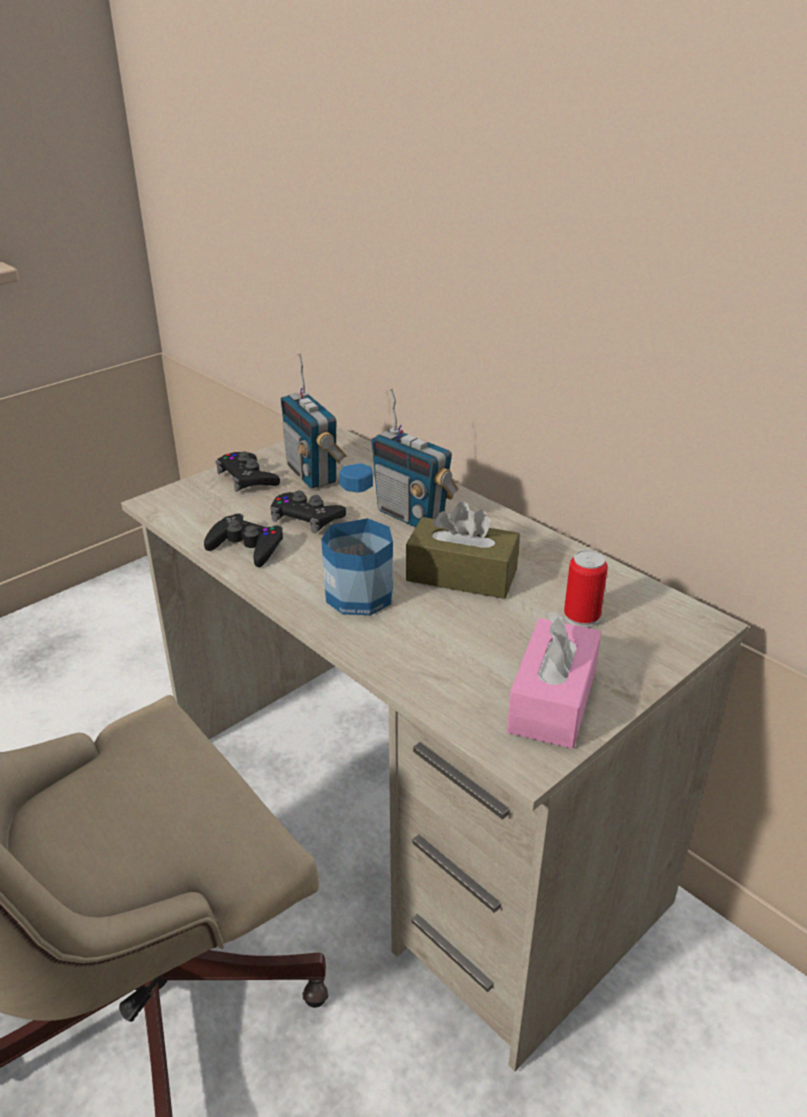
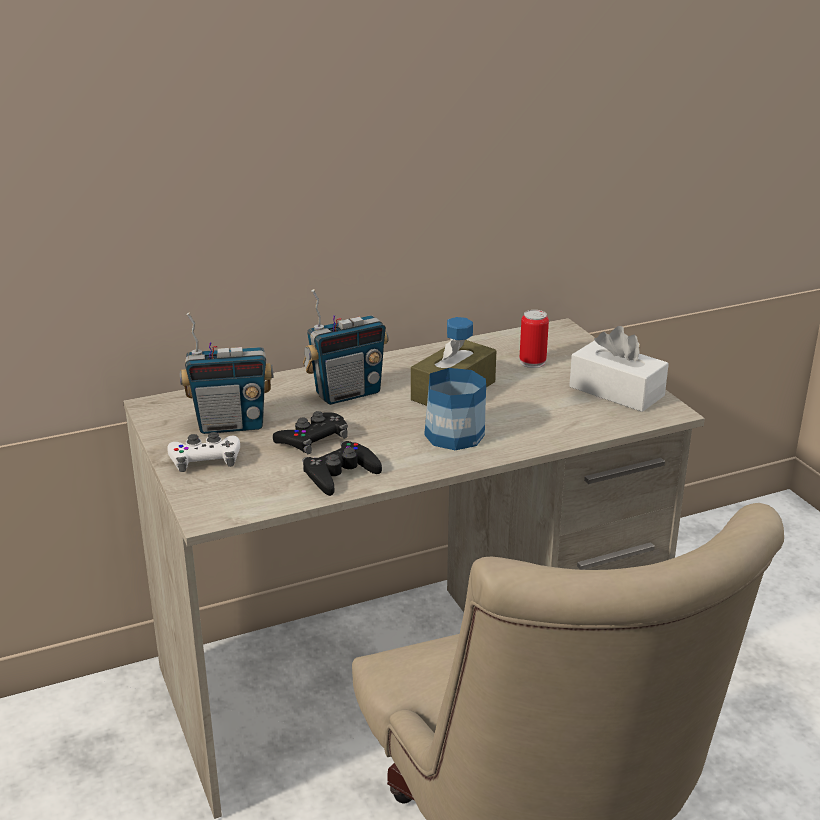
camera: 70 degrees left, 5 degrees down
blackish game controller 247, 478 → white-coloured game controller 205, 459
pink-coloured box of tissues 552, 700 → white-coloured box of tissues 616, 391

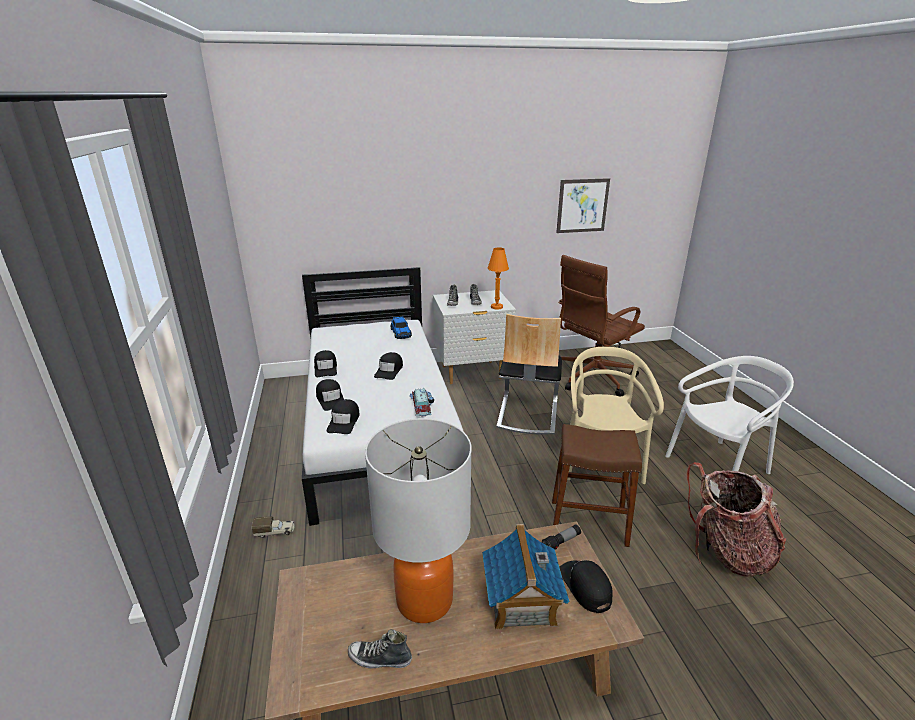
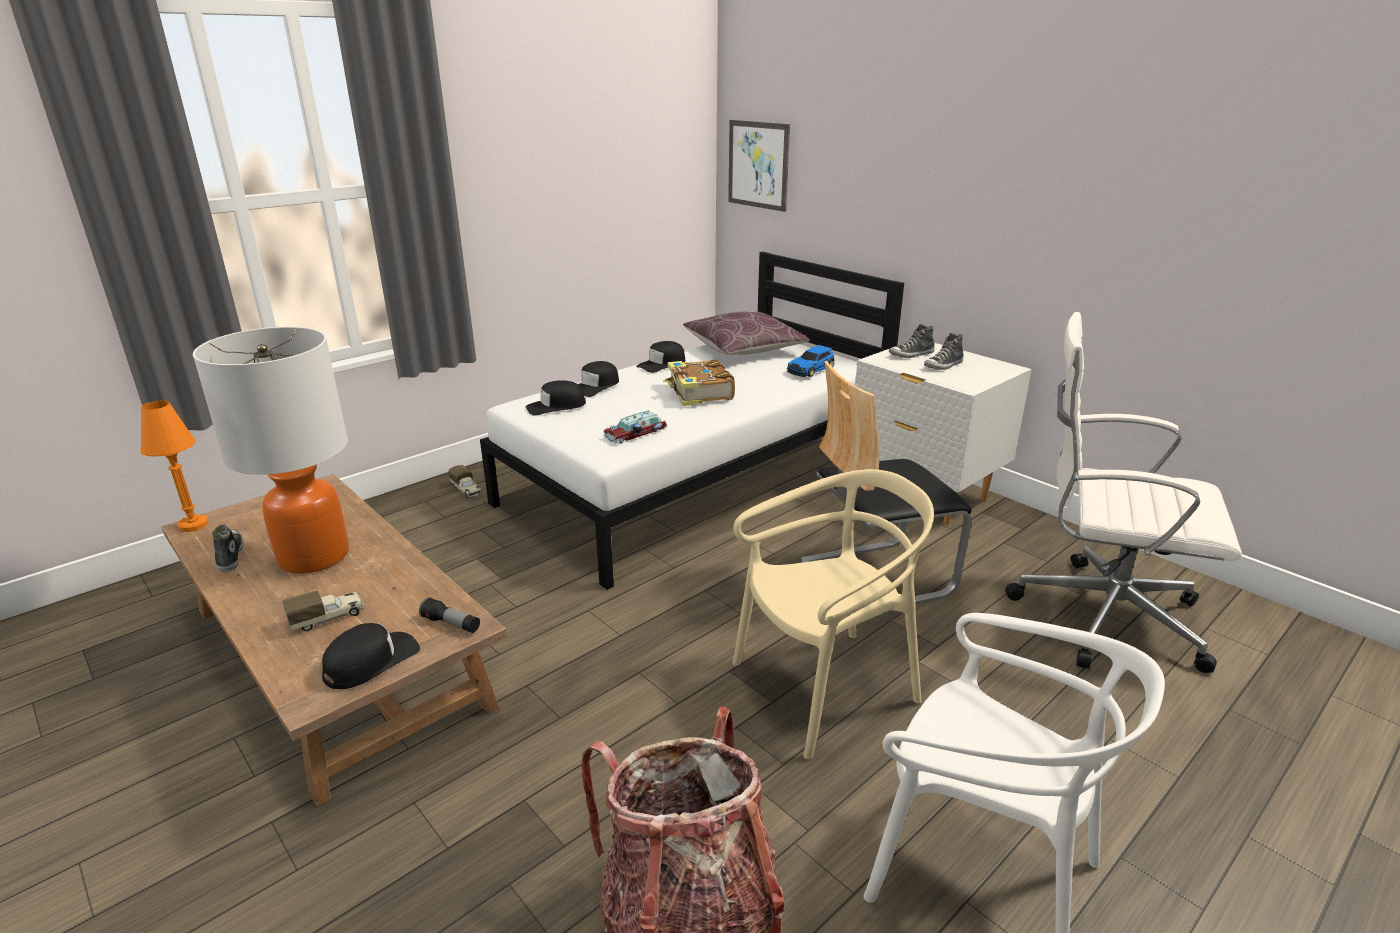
camera: 60 degrees right, 0 degrees up
blackish baseball cap 389, 370 → bound book 699, 393
toy house 521, 602 → model truck 328, 618
orangey tabletop lamp 496, 307 → orangey tabletop lamp 193, 525, moved
brown sitting stool 588, 522 → -
picture 582, 206 → picture 758, 165, moved
brown desk chair 592, 378 → white-coloured desk chair 1101, 615
- → brown throw pillow 743, 349

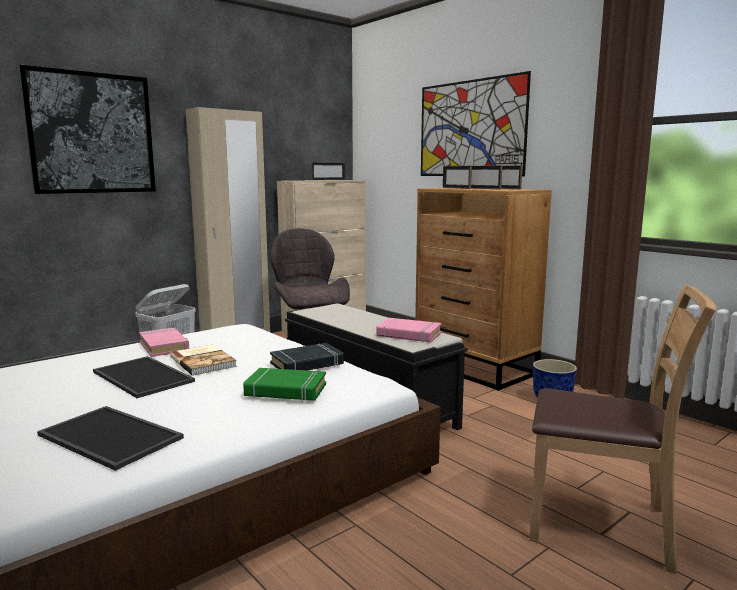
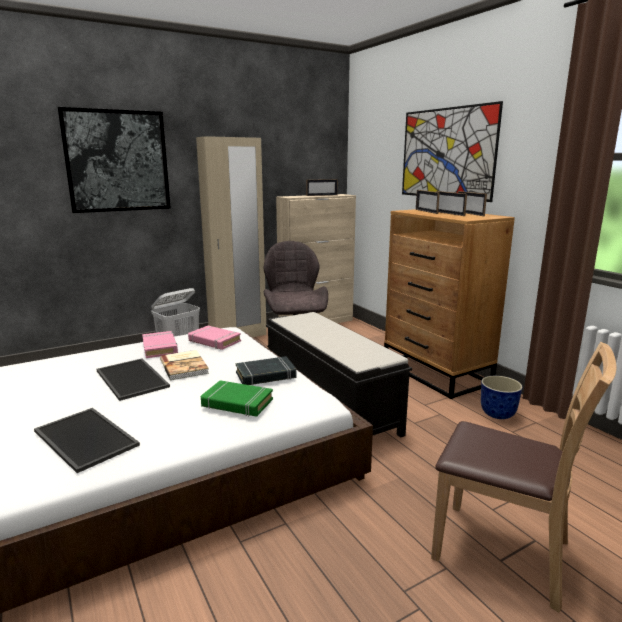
camera: 10 degrees right, 5 degrees up
pink-coloured bound book 408, 335 → pink-coloured bound book 214, 341, moved

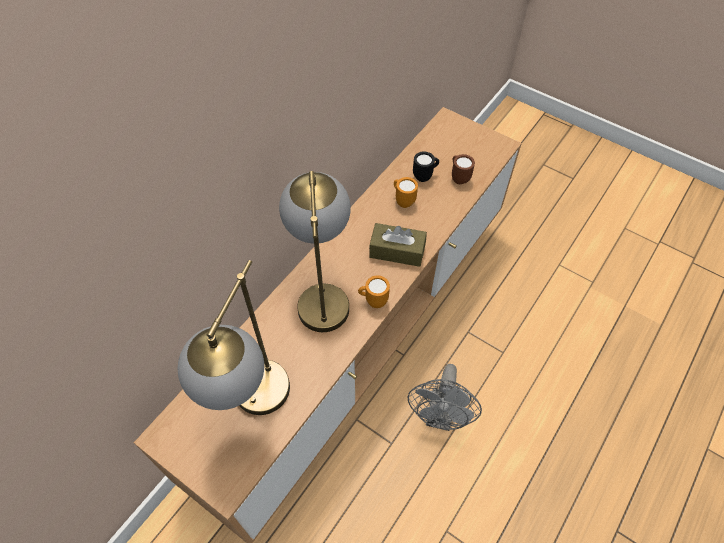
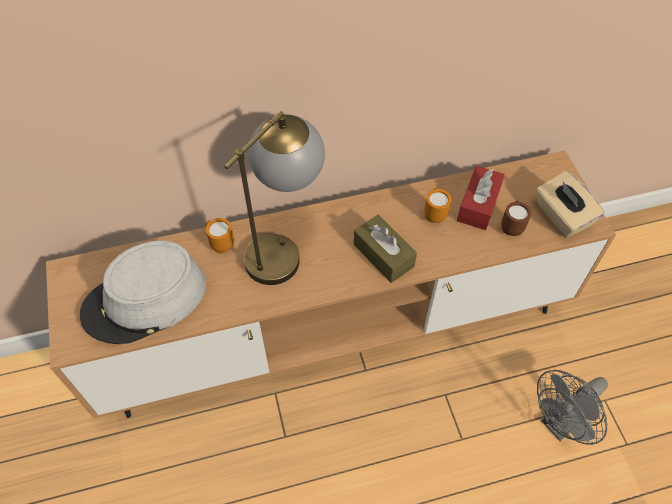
camera: 40 degrees right, 0 degrees up
tabletop lamp 254, 408 → gray hat 145, 300
orangey tea mug 373, 301 → orangey tea mug 220, 244, moved
gray cooling fan 440, 417 → gray cooling fan 560, 424, moved
blackish tea mug 425, 176 → reddish box of tissues 478, 205
- → beige box of tissues 561, 216

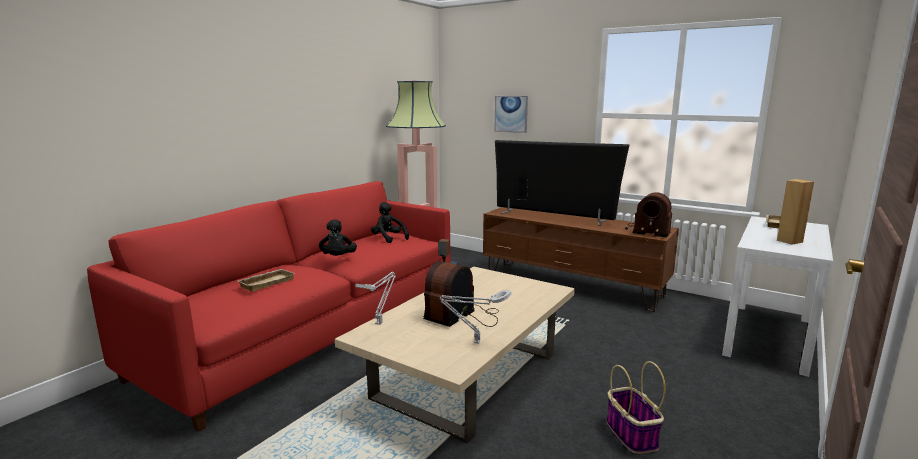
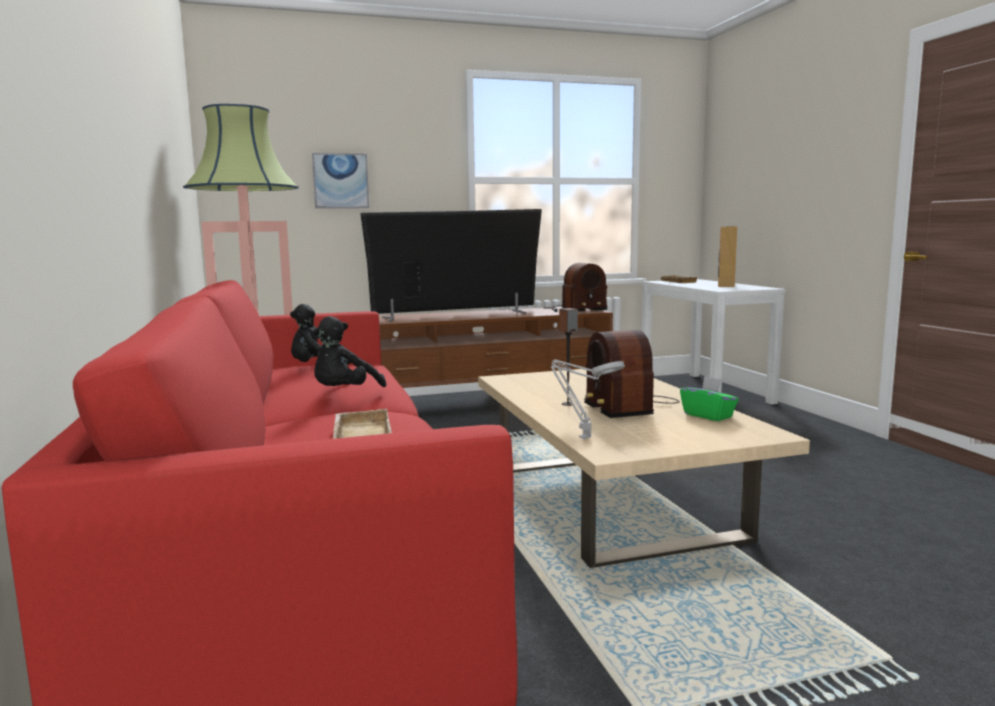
camera: 50 degrees left, 5 degrees down
blackish cuddly toy 338, 258 → blackish cuddly toy 344, 394, 90 degrees clockwise
gray tabletop lamp 474, 342 → green-coloured box of tissues 708, 415
household basket 630, 433 → -

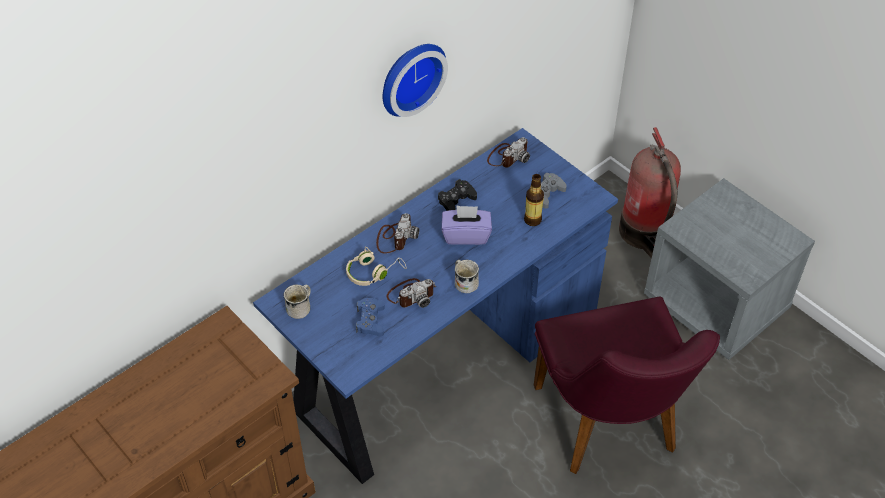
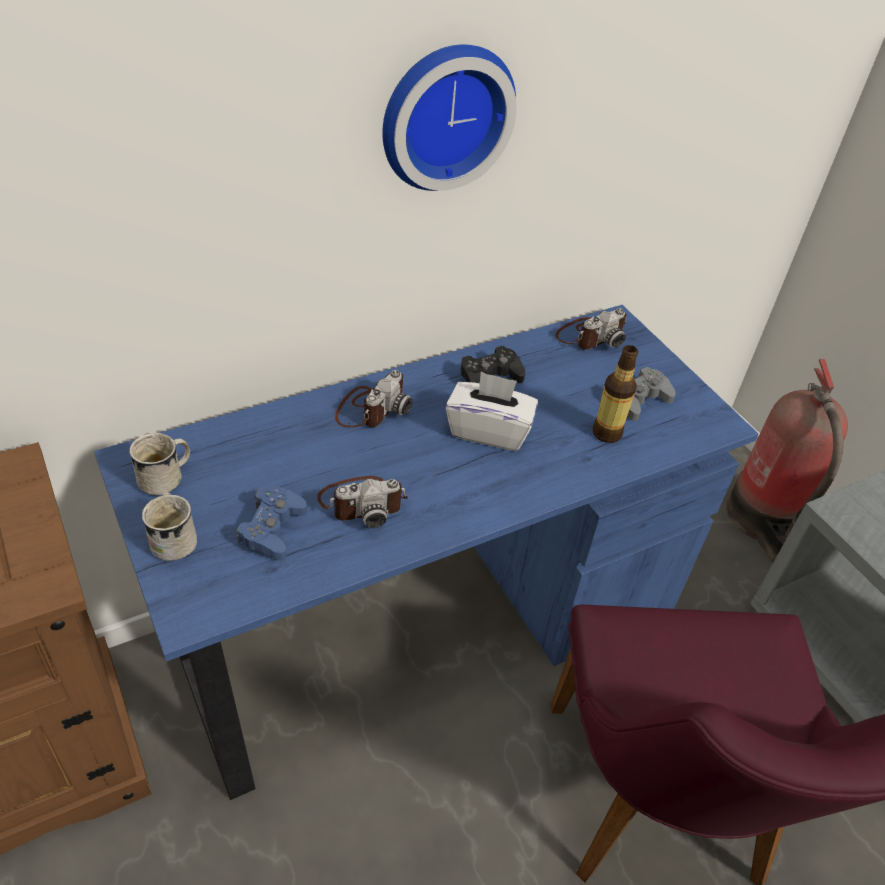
camera: 10 degrees right, 5 degrees down
beige headphones 373, 272 → -
purple-coloured box of tissues 466, 235 → white-coloured box of tissues 488, 430
white-coloured tea mug 464, 282 → white-coloured tea mug 174, 538, moved

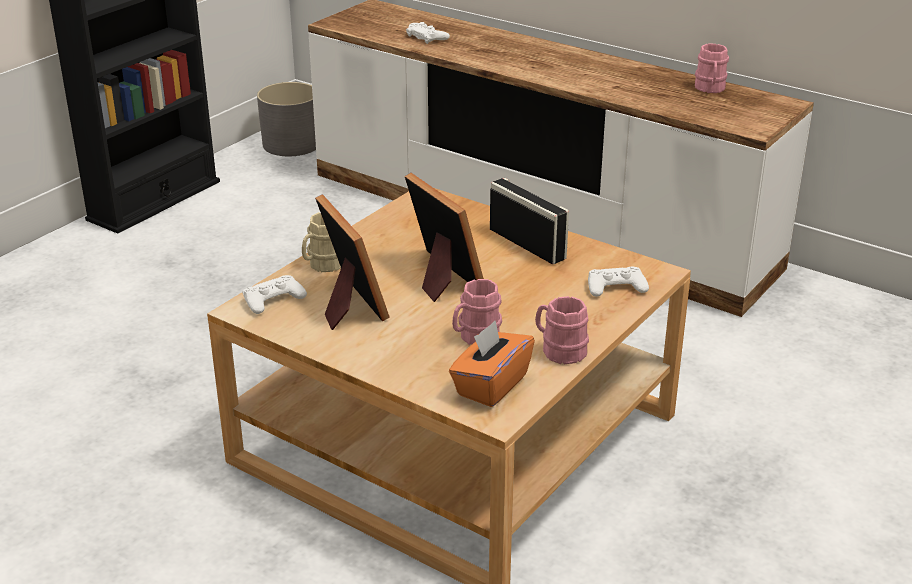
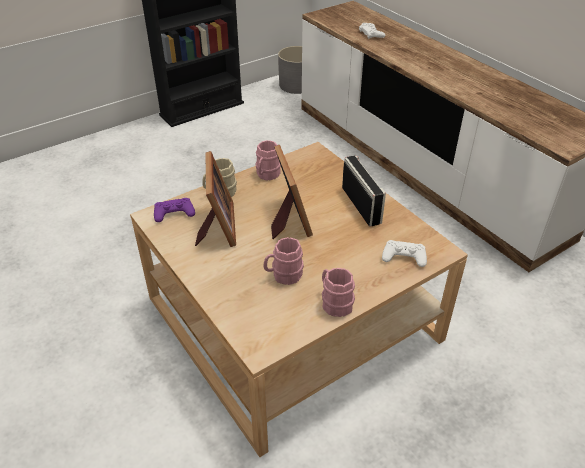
camera: 20 degrees right, 10 degrees up
white-coloured game controller 273, 300 → purple-coloured game controller 174, 213
orangey box of tissues 491, 385 → -
pink-coloured tea mug 710, 89 → pink-coloured tea mug 266, 175, moved

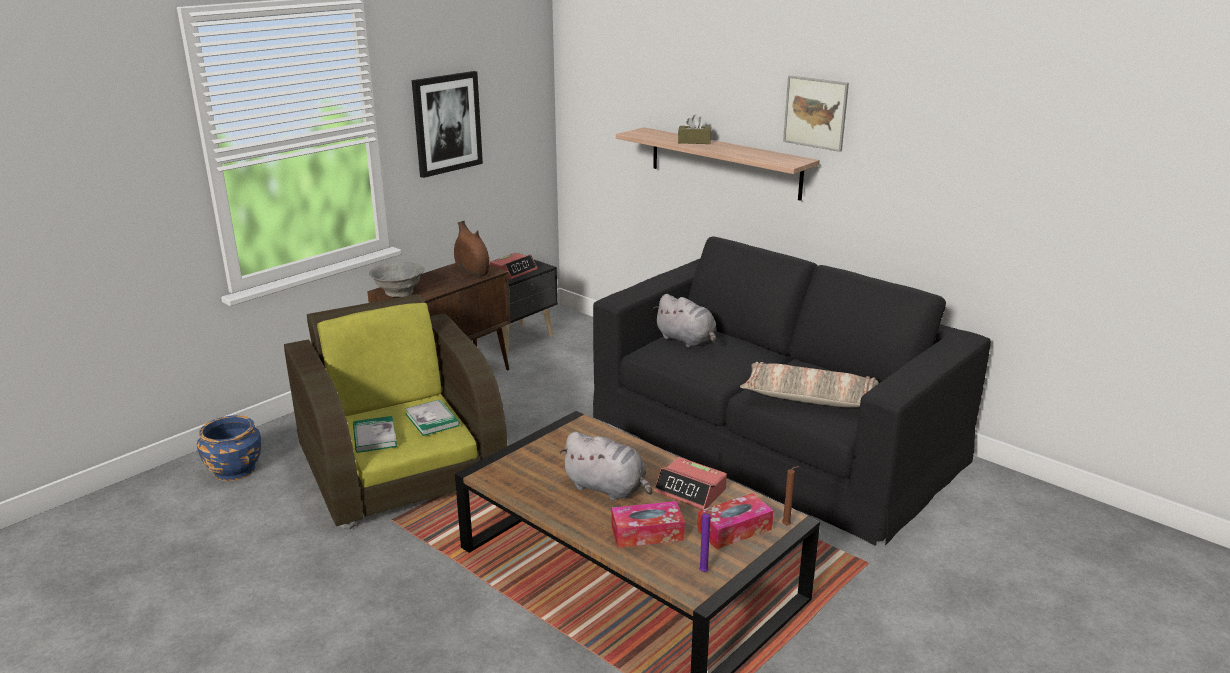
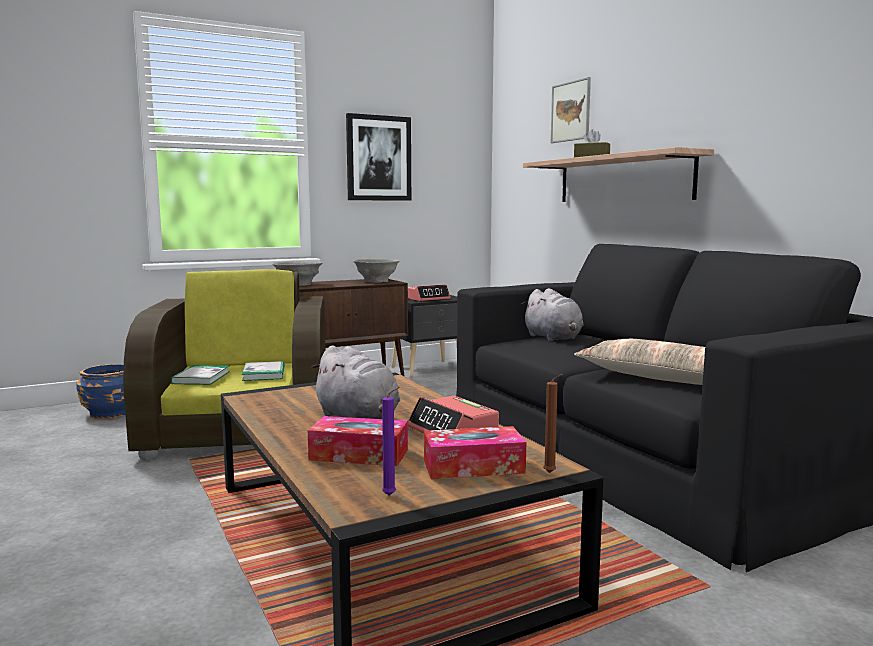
camera: 20 degrees right, 15 degrees down
brown flower vase 472, 271 → gray bowl 376, 281
picture 815, 113 → picture 570, 111, moved

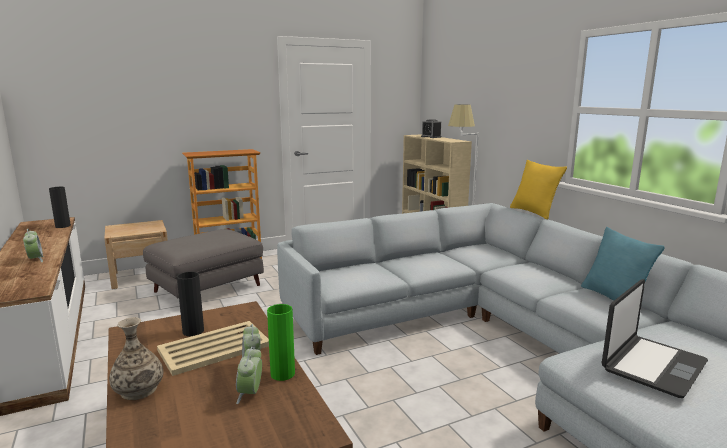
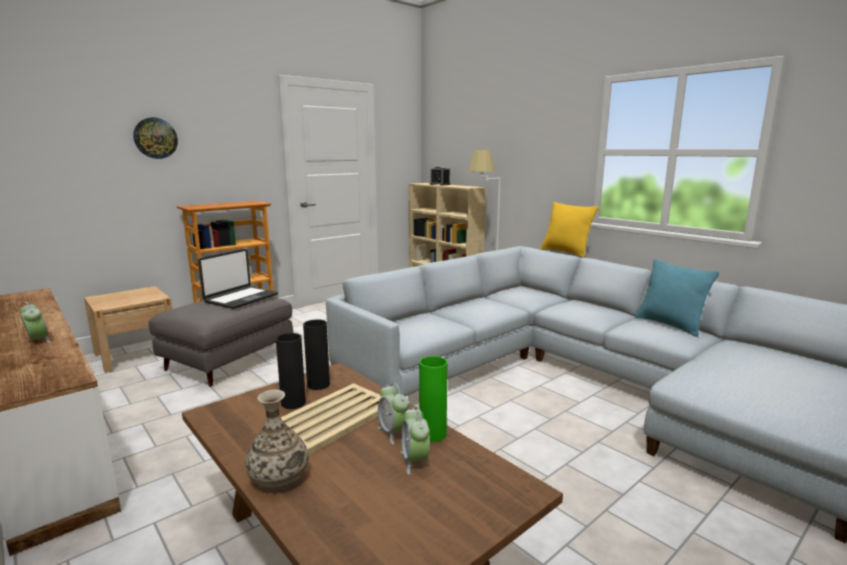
camera: 15 degrees left, 0 degrees up
blackish flower vase 63, 226 → blackish flower vase 318, 384, moved
notebook computer 652, 365 → notebook computer 241, 298, moved
- → clock on the wall 155, 138

